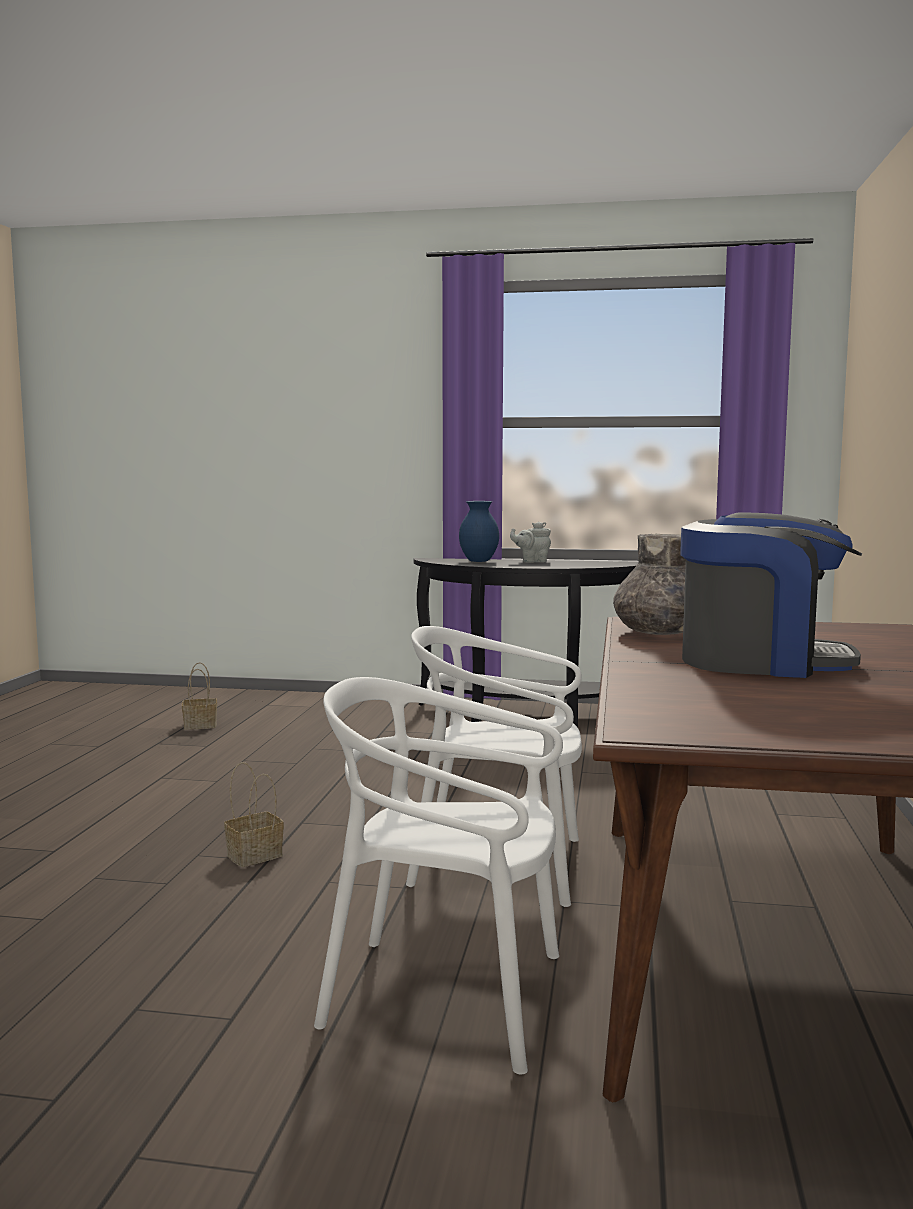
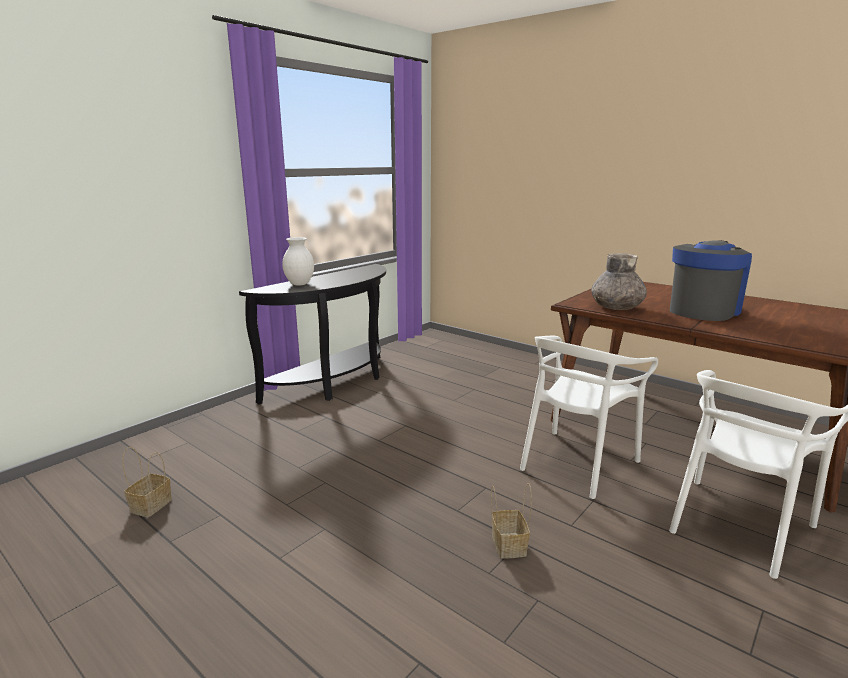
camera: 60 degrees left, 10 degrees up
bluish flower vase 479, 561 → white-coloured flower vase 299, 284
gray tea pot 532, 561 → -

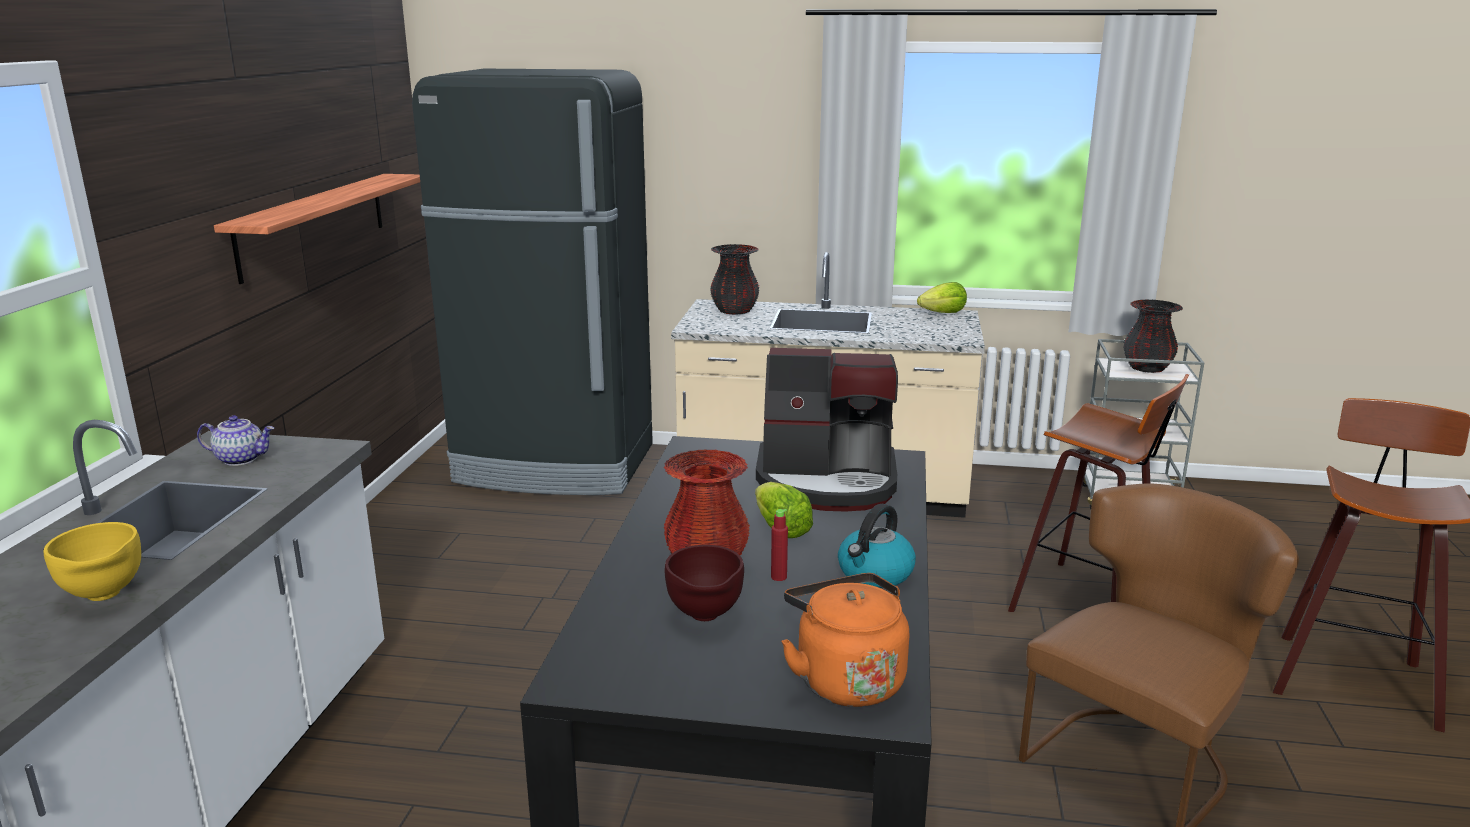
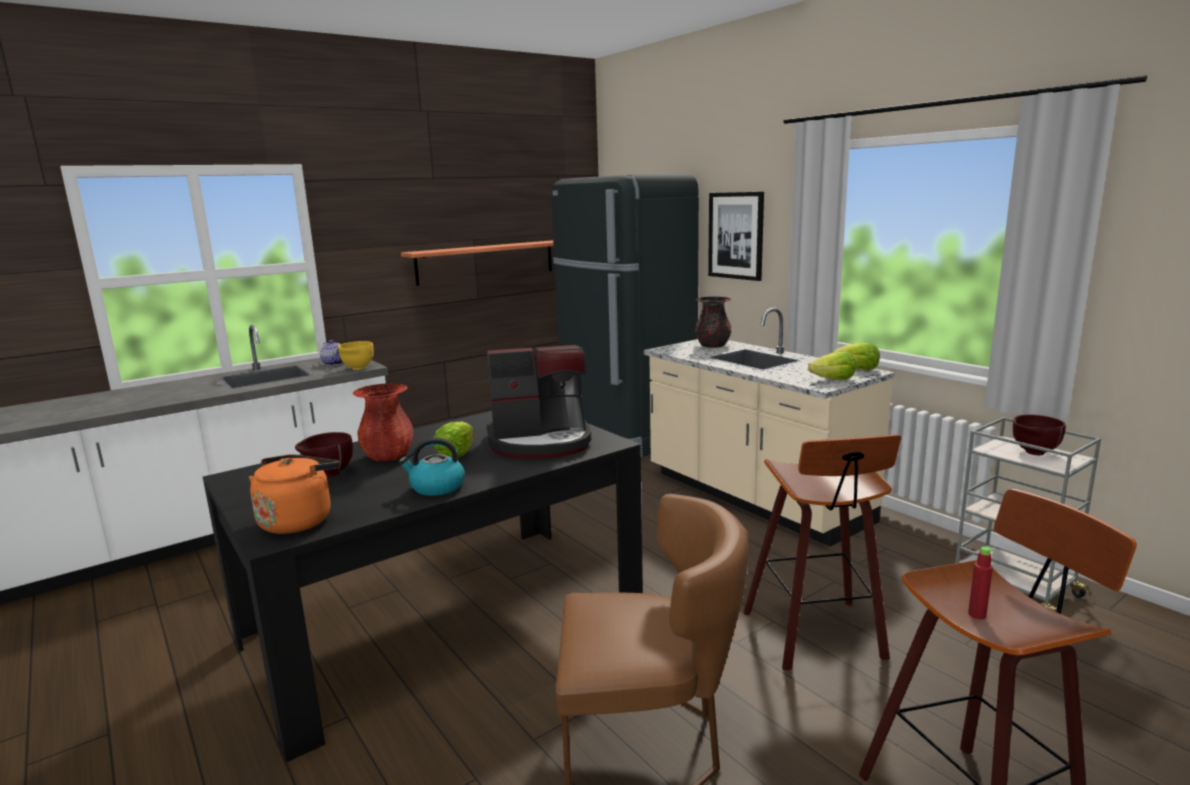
camera: 45 degrees right, 5 degrees down
yellow bowl 104, 596 → yellow bowl 357, 369, moved
coffee machine 828, 482 → coffee machine 540, 442, 60 degrees counterclockwise
reddish bottle 778, 577 → reddish bottle 977, 614, moved
blackish flower vase 1147, 368 → brown bowl 1033, 453
- → picture 736, 235
- → lettuce head 834, 380

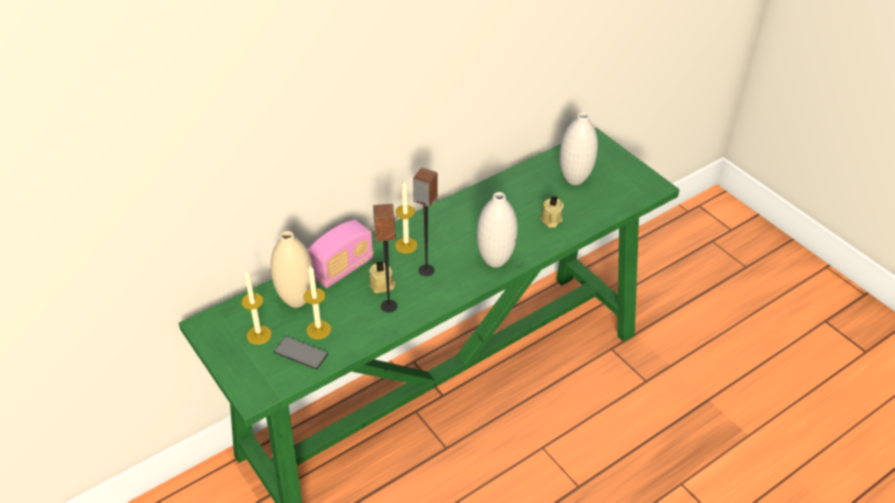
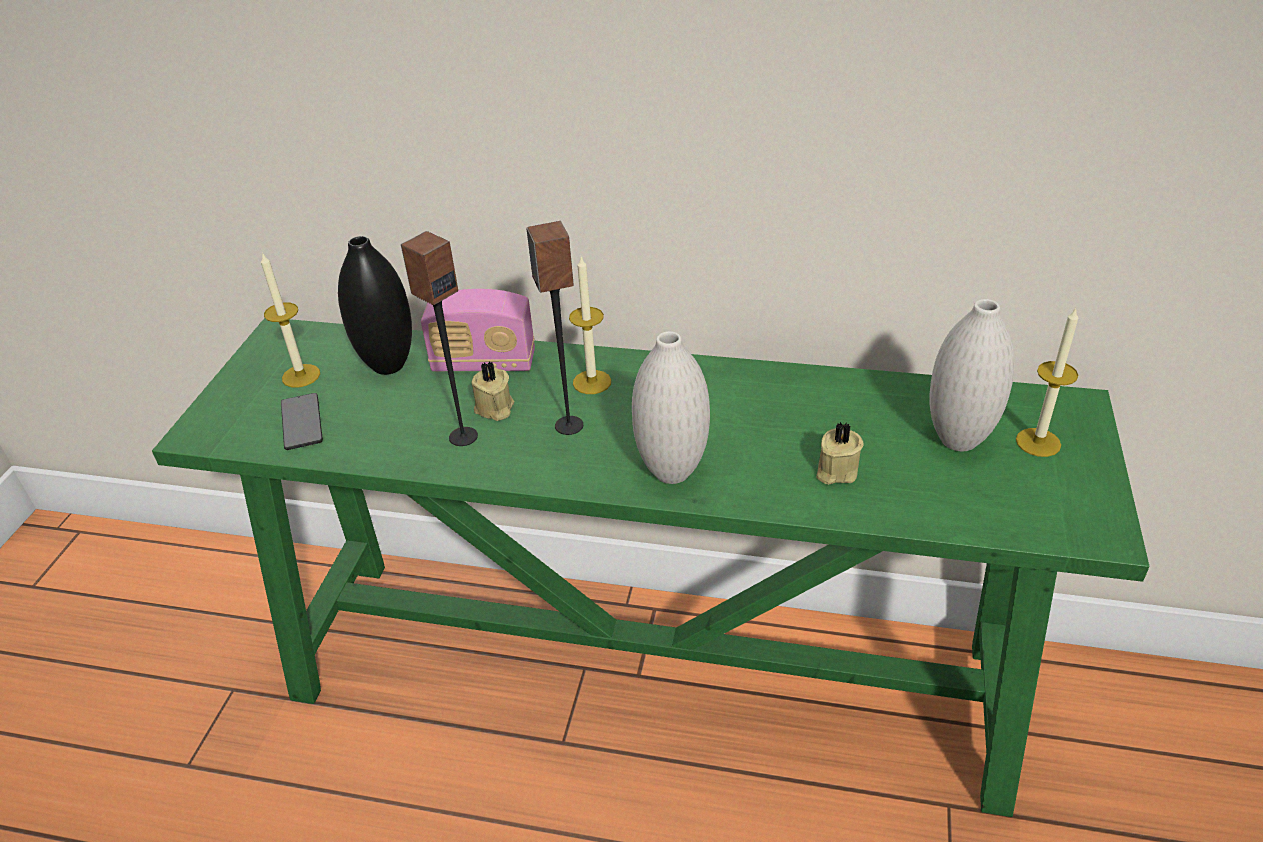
camera: 50 degrees right, 5 degrees down
beige flower vase 296, 300 → blackish flower vase 388, 365
wax candle 318, 329 → wax candle 1038, 442, moved

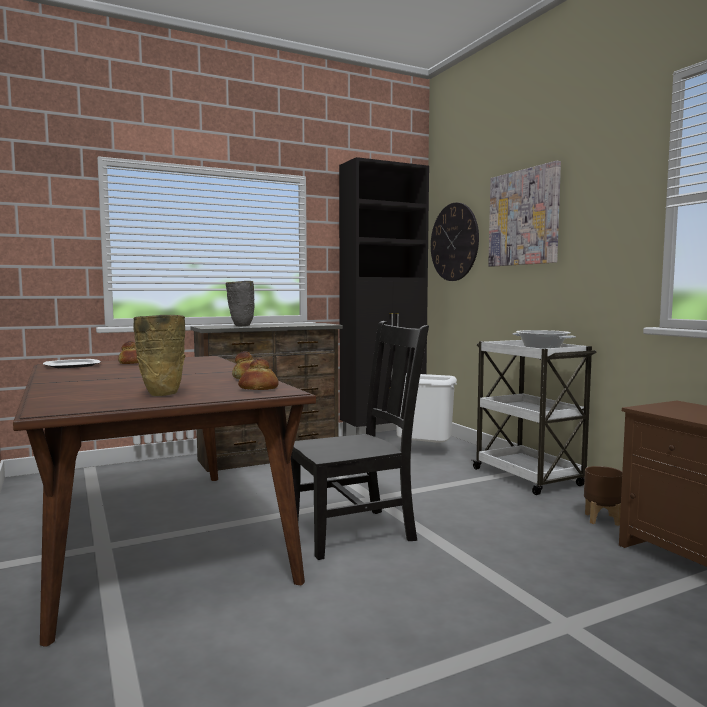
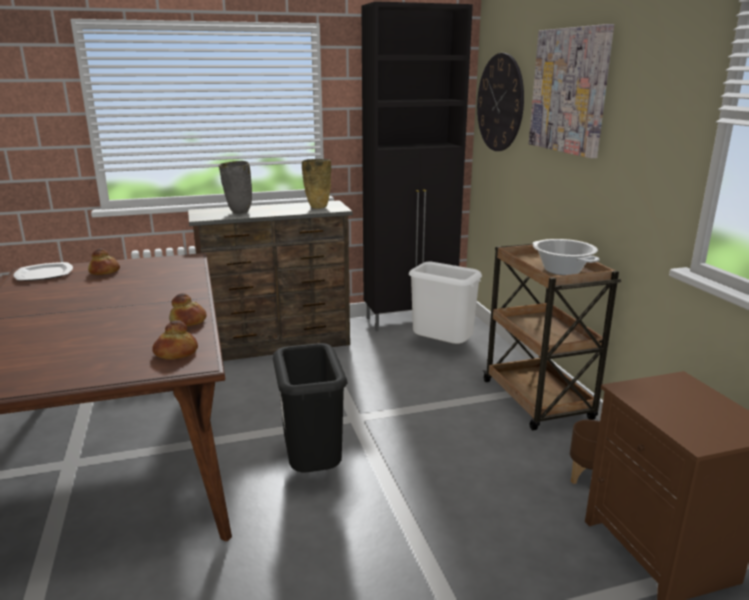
camera: 10 degrees right, 15 degrees up
beige flower vase 162, 394 → beige flower vase 318, 207, moved
blackish upright chair 356, 532 → blackish rubbish bin 314, 469
white-coloured cart 528, 478 → brown cart 538, 401

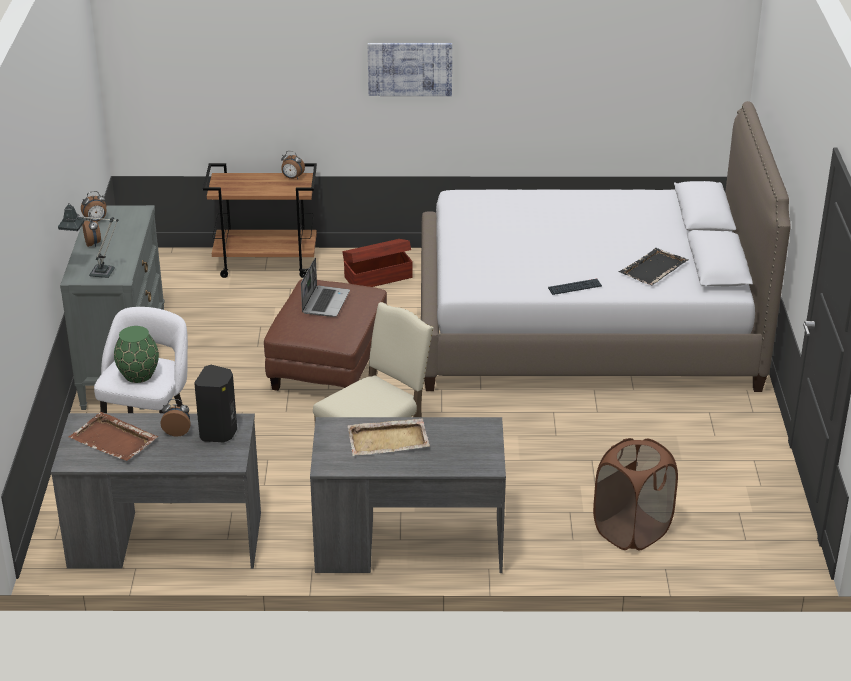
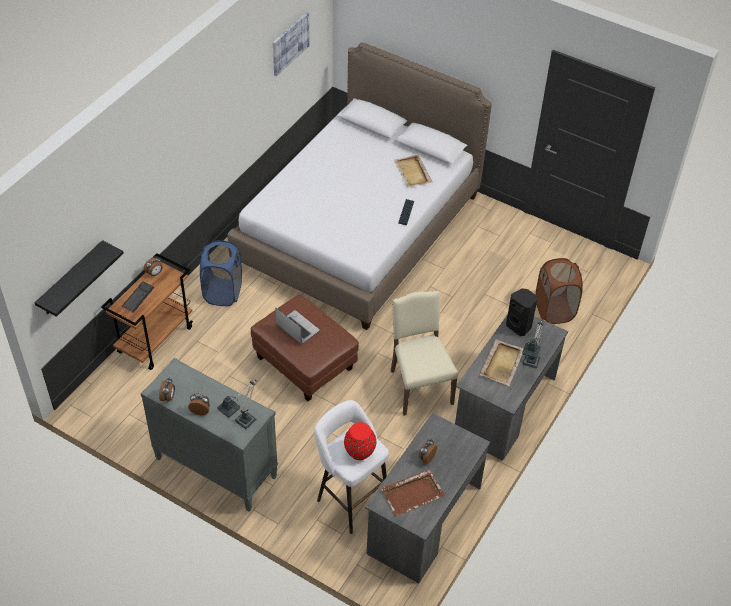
camera: 60 degrees left, 15 degrees up
green-coloured flower vase 139, 375 → reddish flower vase 359, 451
blackish speaker 219, 433 → blackish speaker 519, 326, moved
brown storage bin 377, 277 → bluish hamper 223, 293
picture 410, 68 → picture 290, 43, moved
blackish carrying tray 653, 269 → beige carrying tray 413, 172
- → blackish wall shelf 71, 279
- → computer keyboard 138, 297
- → tabletop lamp 530, 364

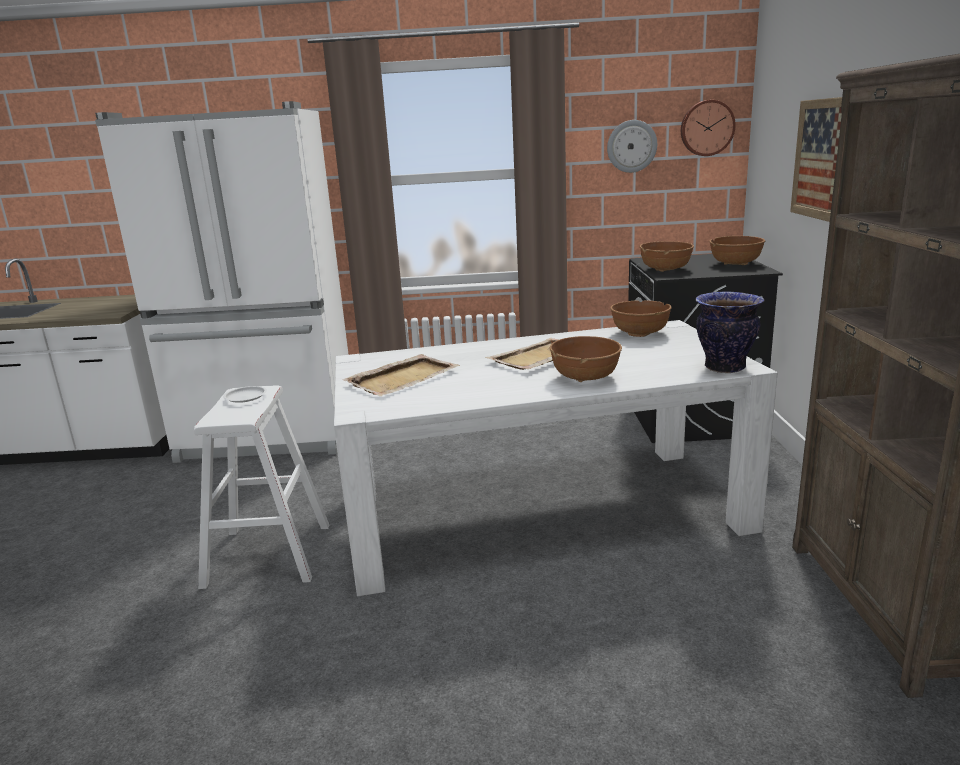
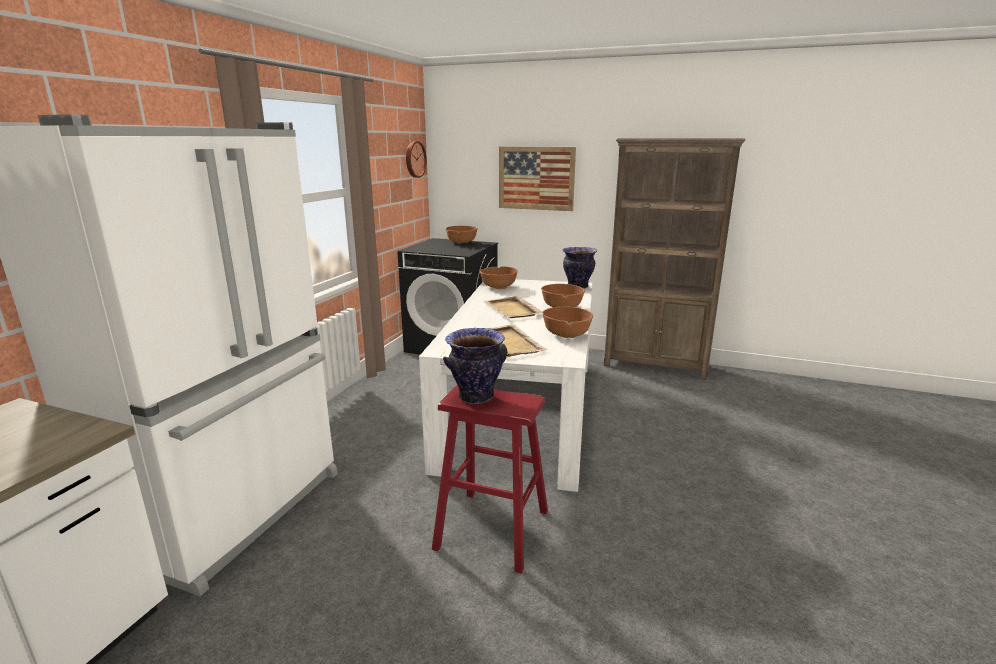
camera: 70 degrees left, 0 degrees up
white-coloured sitting stool 268, 555 → reddish sitting stool 492, 529
white-coloured flat dish 246, 397 → flower vase 476, 396
clock on the wall 631, 146 → -
brown bowl 665, 269 → brown bowl 566, 335, moved

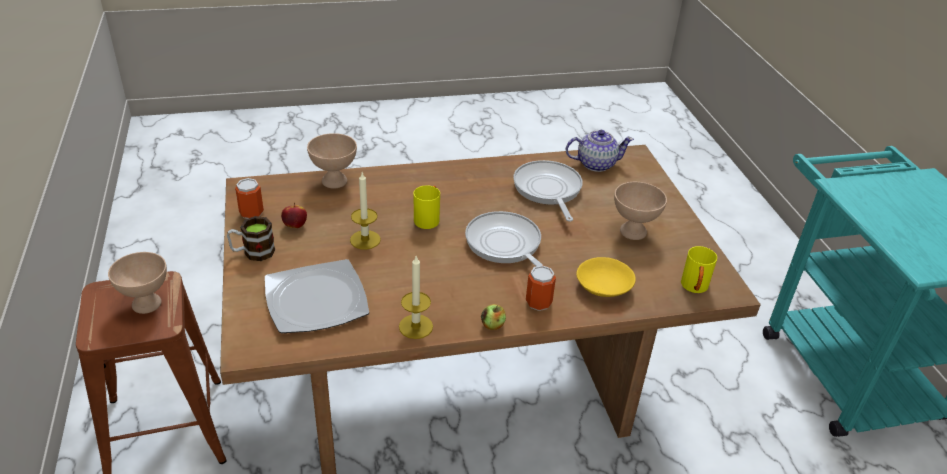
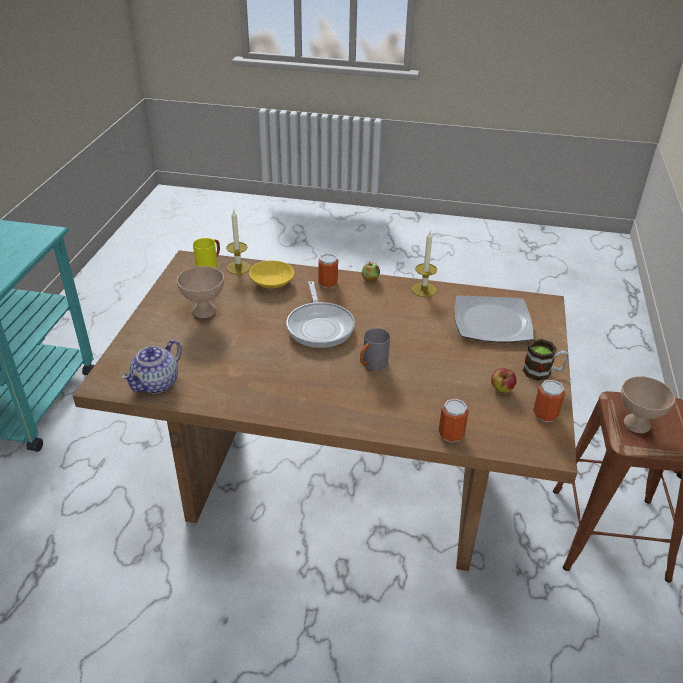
camera: 155 degrees left, 0 degrees up
beige bowl 334, 181 → metal can 451, 434
wax candle 365, 240 → wax candle 238, 267, moved
yellow tea mug 428, 218 → gray tea mug 372, 365
skillet 548, 190 → -
tea pot 595, 164 → tea pot 157, 383, 75 degrees counterclockwise

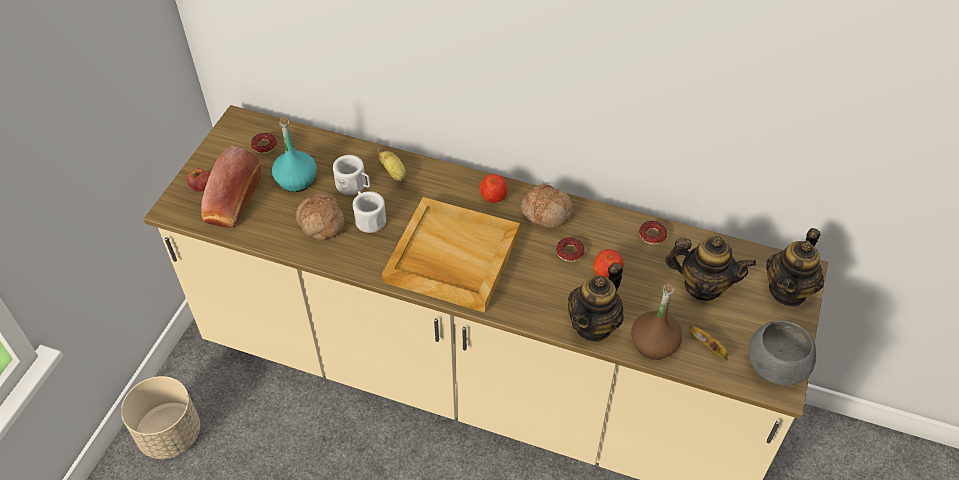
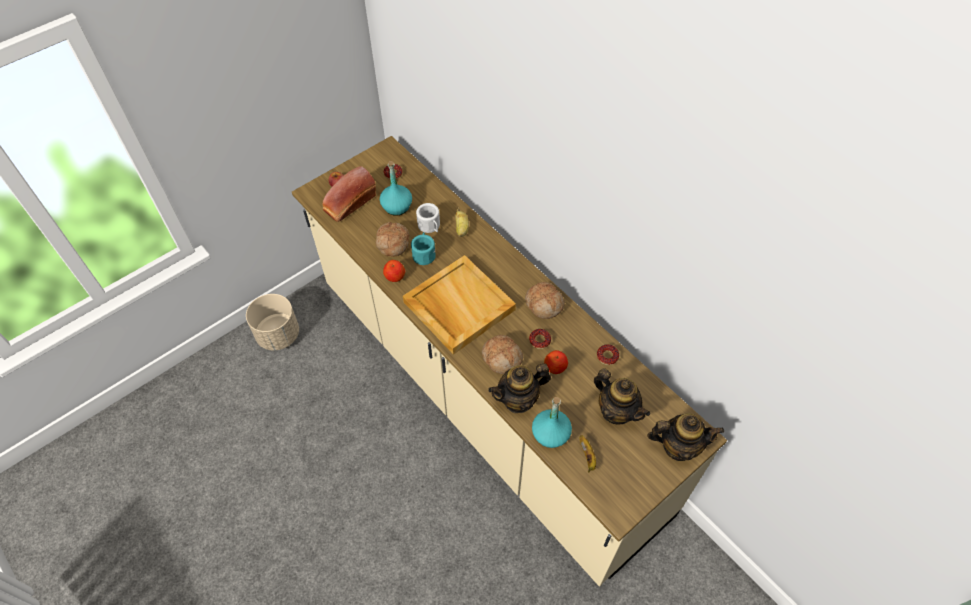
camera: 30 degrees right, 5 degrees up
white-coloured tea mug 369, 218 → turquoise tea mug 424, 254
apple 493, 196 → apple 395, 276, moved
brown bottle 654, 344 → turquoise bottle 551, 434
gray bowl 775, 367 → -
tea pot 788, 290 → tea pot 678, 446, 150 degrees counterclockwise
- → bread 502, 357

